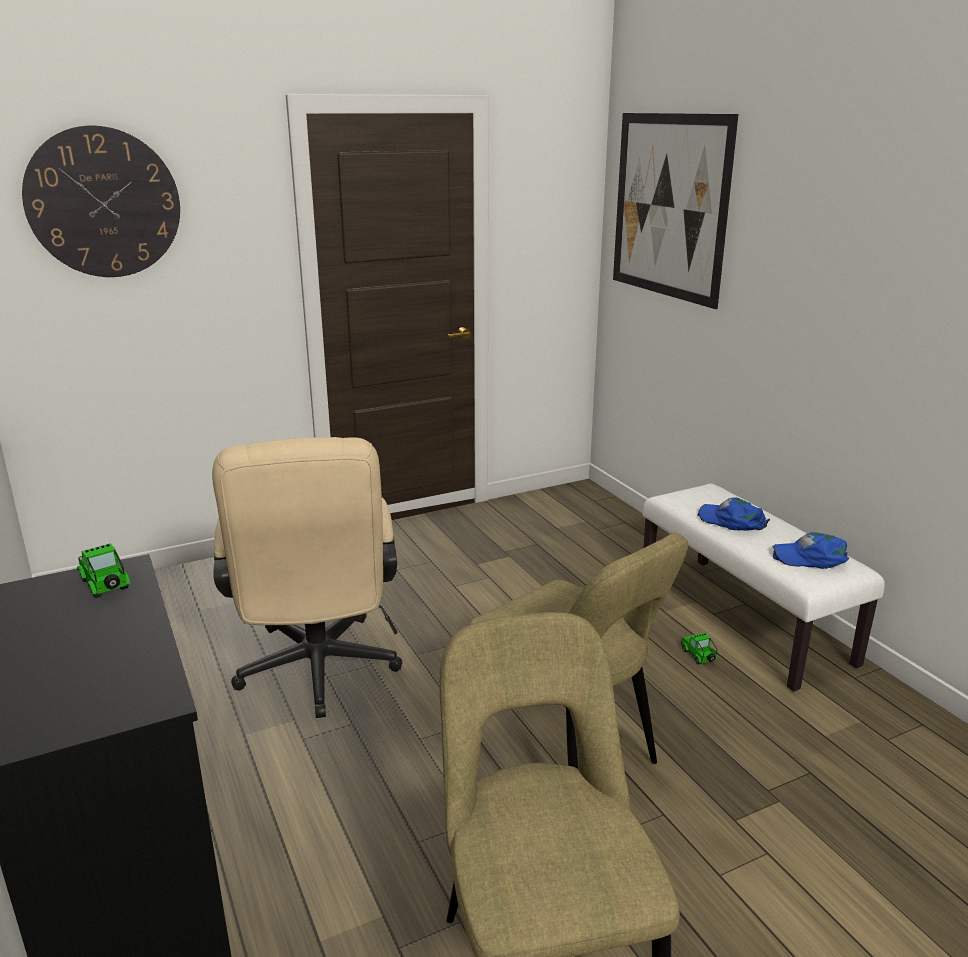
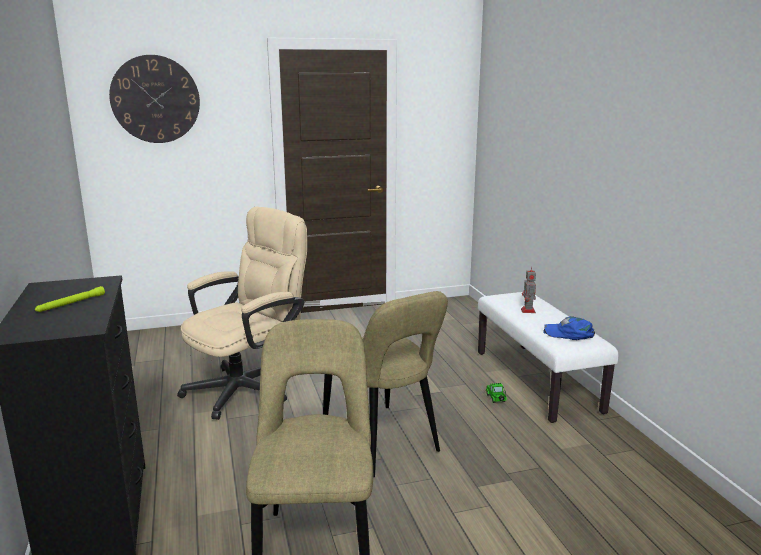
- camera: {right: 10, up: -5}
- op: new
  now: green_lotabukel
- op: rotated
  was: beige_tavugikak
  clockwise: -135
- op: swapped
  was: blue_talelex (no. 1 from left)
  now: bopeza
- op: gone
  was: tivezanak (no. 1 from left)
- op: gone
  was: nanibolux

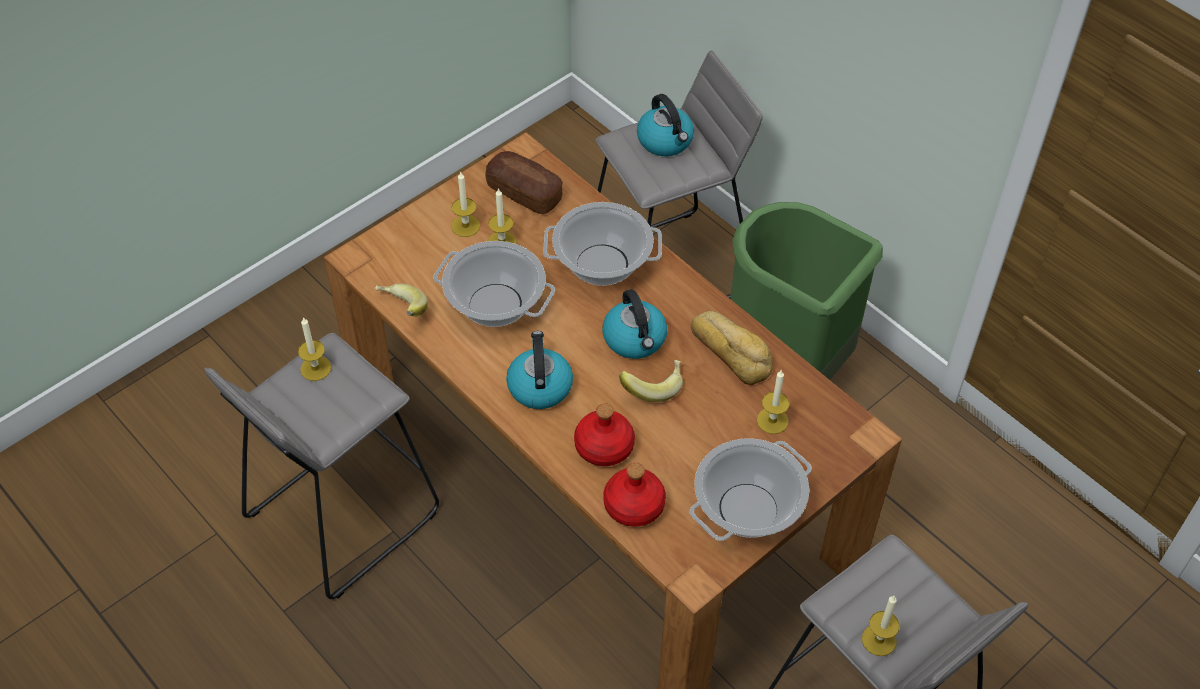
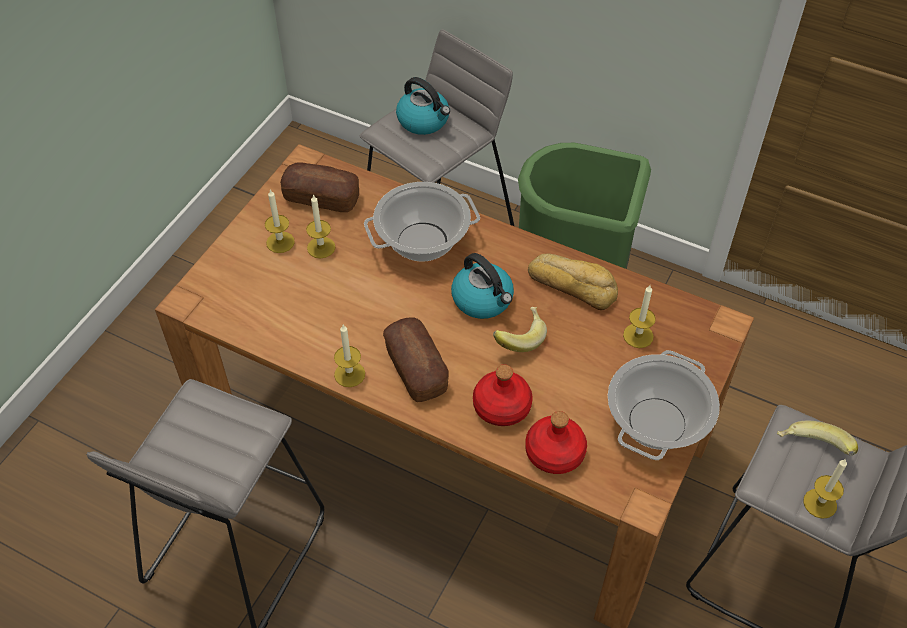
- camera: {right: -20, up: 0}
- op: shifted
  was: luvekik (no. 1 from left in the first image)
  now: luvekik (no. 3 from left)
- op: swapped
  was: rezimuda (no. 1 from left)
  now: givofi (no. 2 from left)
- op: shifted
  was: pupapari (no. 1 from left in the first image)
  now: pupapari (no. 2 from left)
- op: gone
  was: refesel (no. 1 from left)

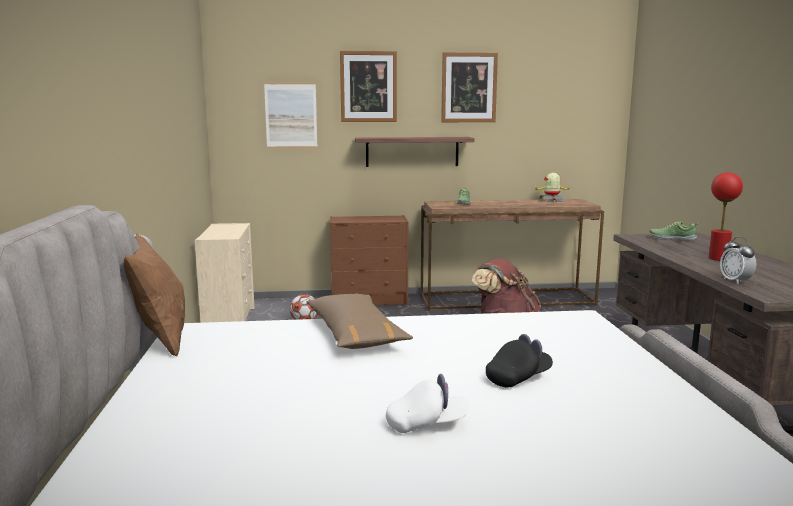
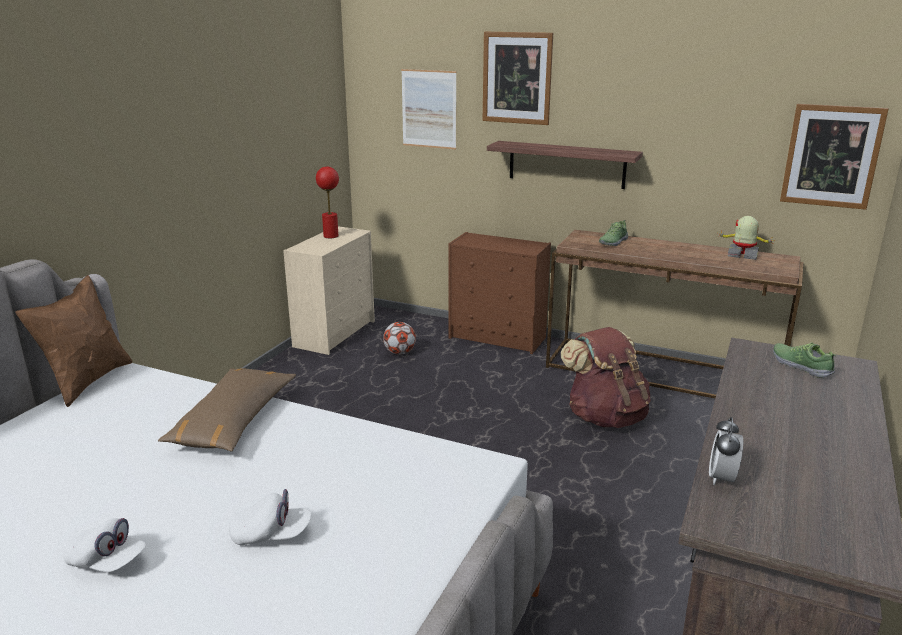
- camera: {right: 30, up: 10}
- op: repainted
  was: black_talelex
  now: white_talelex (no. 2 from left)
- op: shifted
  was: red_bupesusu
- op: shifted
  was: nanibolux (no. 3 from left)

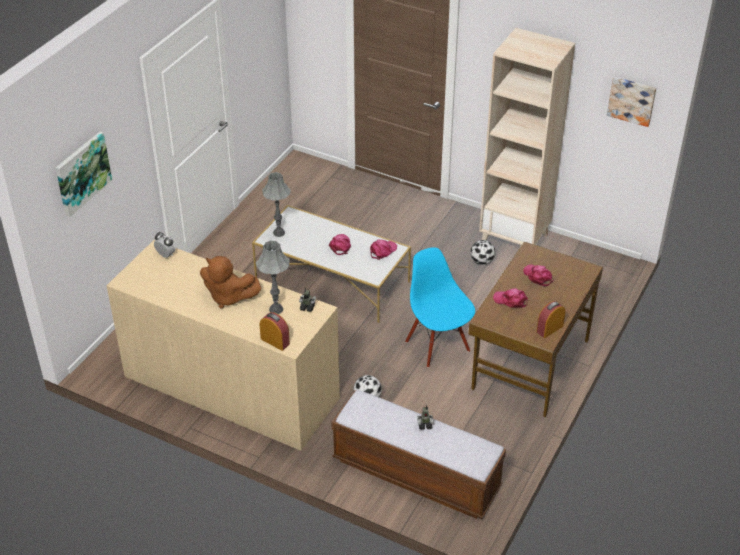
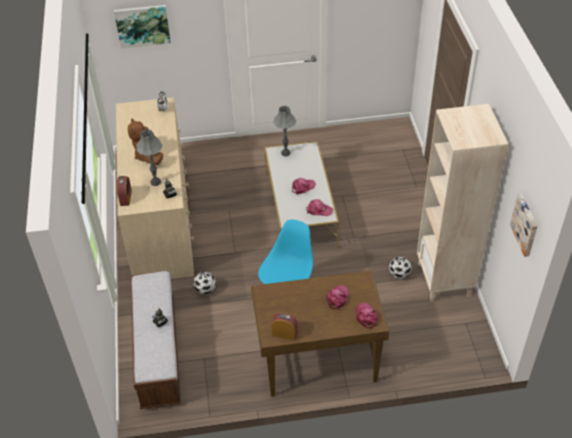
- camera: {right: 55, up: 5}
- op: shifted
  was: pink_talelex (no. 3 from left in the first image)
  now: pink_talelex (no. 4 from left)

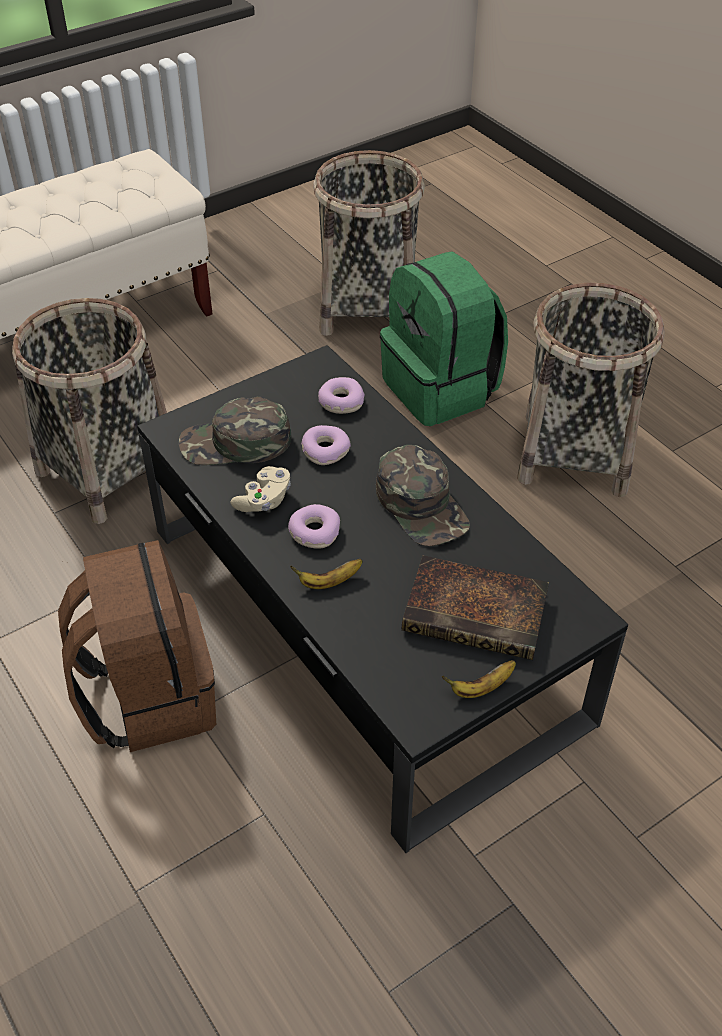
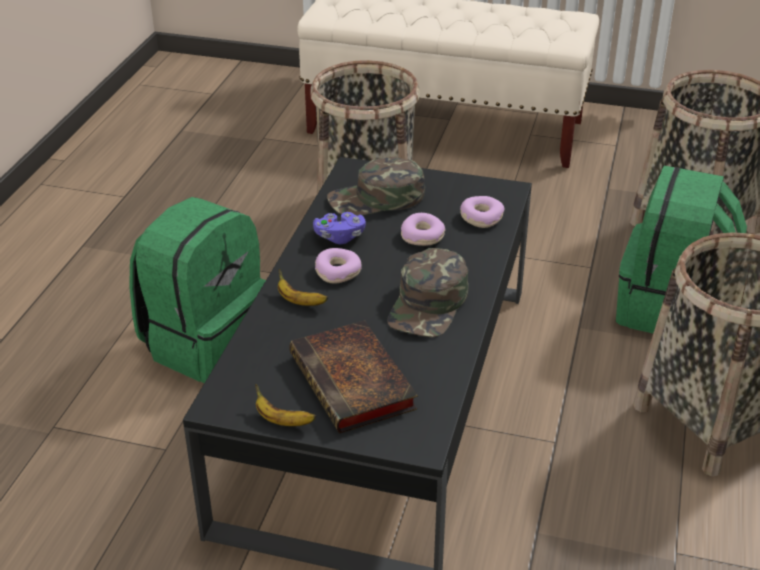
- camera: {right: 50, up: -10}
- op: repainted
  was: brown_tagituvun
  now: green_tagituvun (no. 1 from left)
- op: repainted
  was: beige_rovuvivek
  now: purple_rovuvivek
- op: rotated
  was: green_talelex (no. 1 from left)
  clockwise: -60

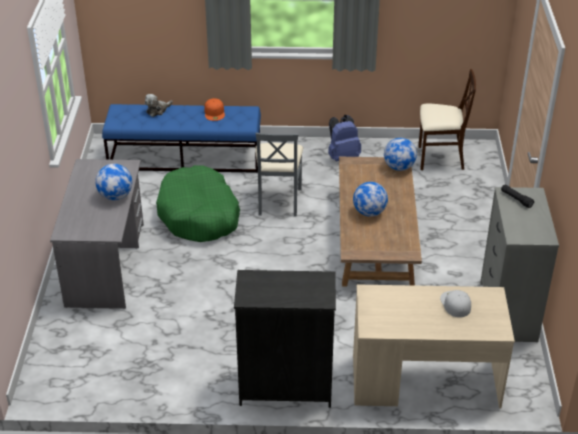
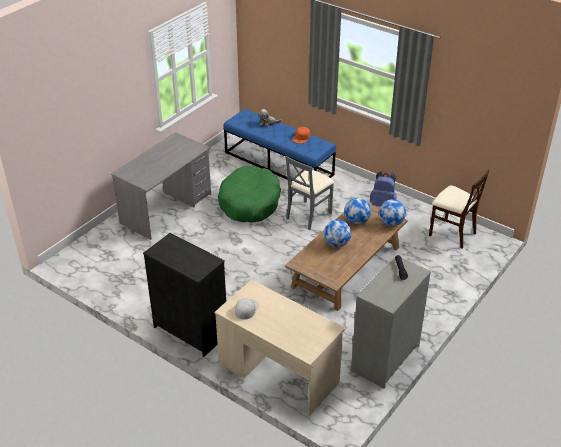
- camera: {right: 35, up: 0}
- op: shifted
  was: white_talelex
- op: shifted
  was: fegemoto (no. 1 from left in the first image)
  now: fegemoto (no. 2 from left)

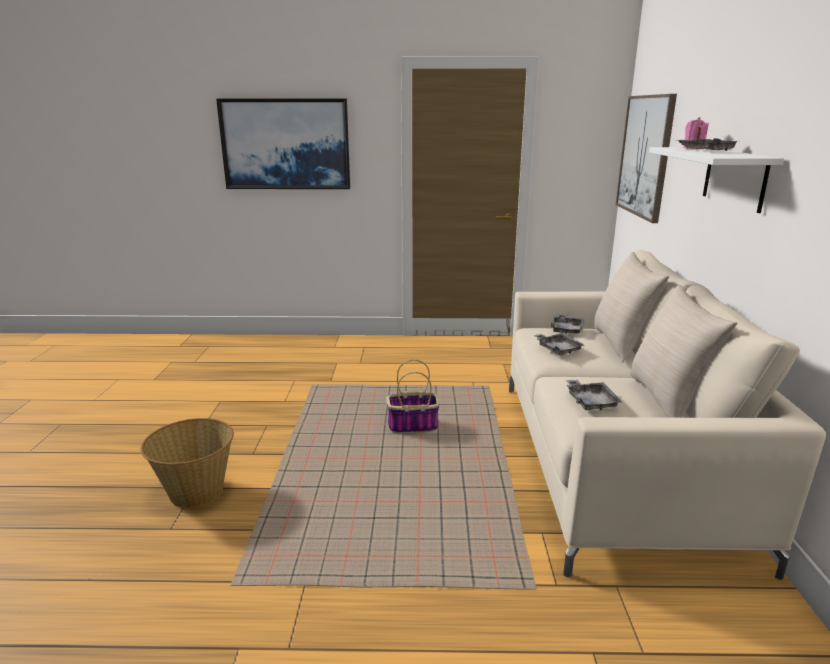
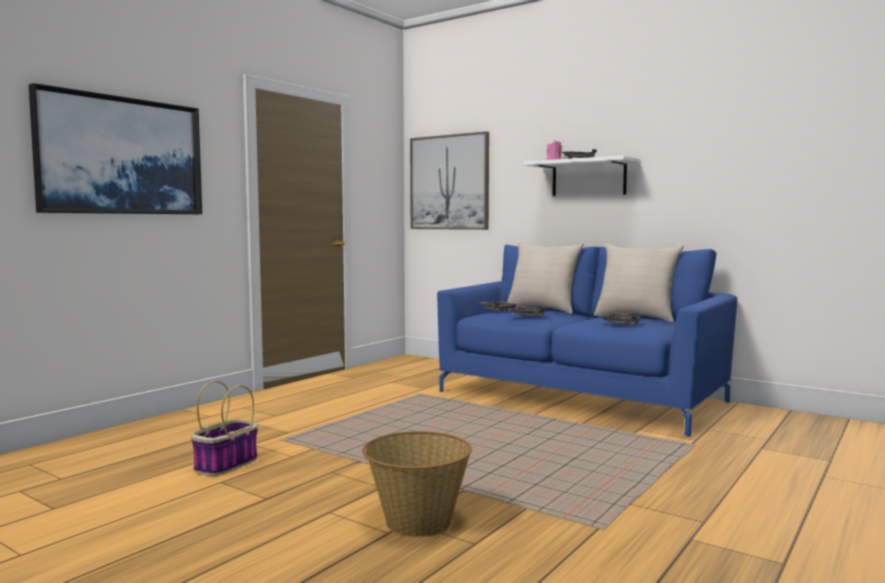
- camera: {right: -55, up: -15}
- op: shifted
  was: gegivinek (no. 2 from left in the first image)
  now: gegivinek (no. 1 from left)
- op: repainted
  was: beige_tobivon
  now: blue_tobivon

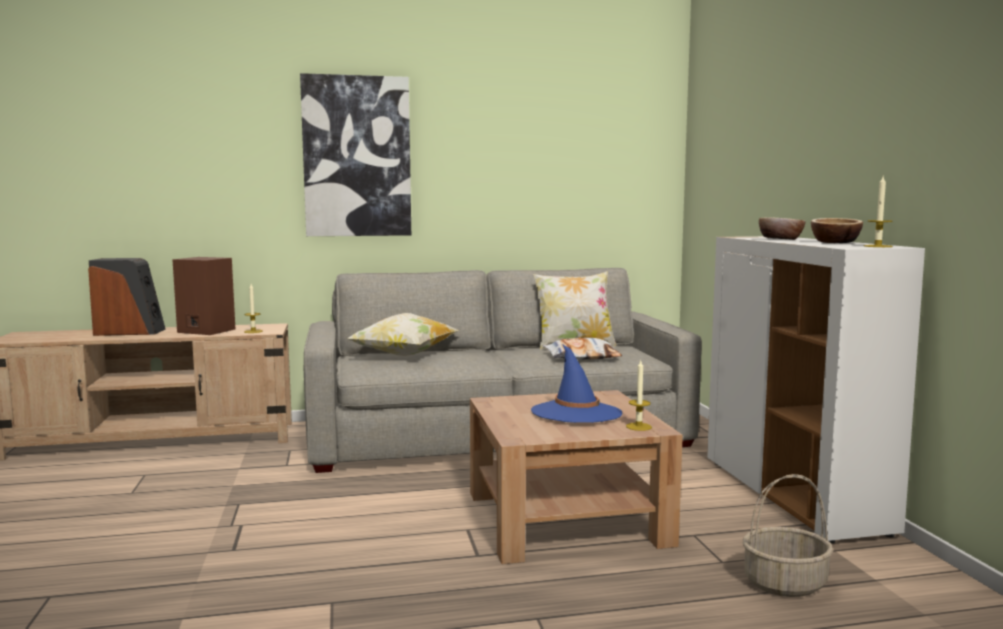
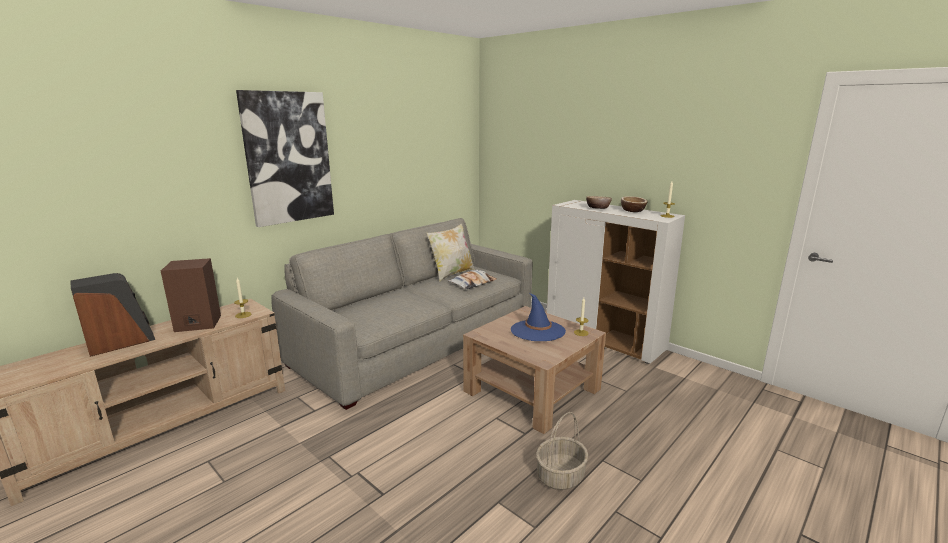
- camera: {right: -35, up: 10}
- op: shifted
  was: gegivinek
- op: gone
  was: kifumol (no. 1 from left)

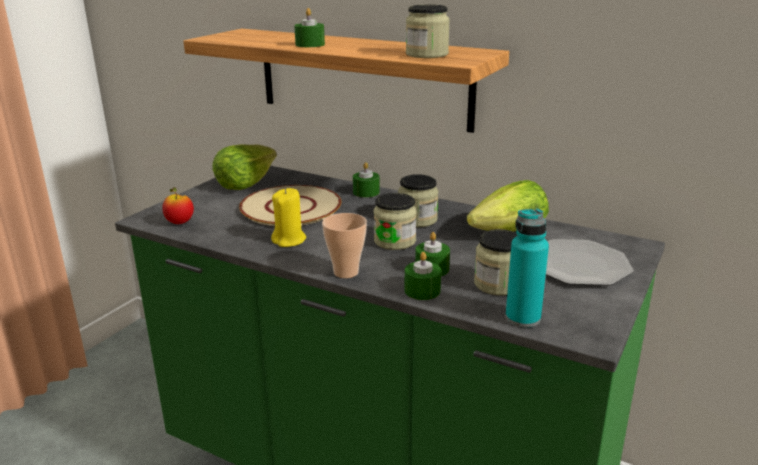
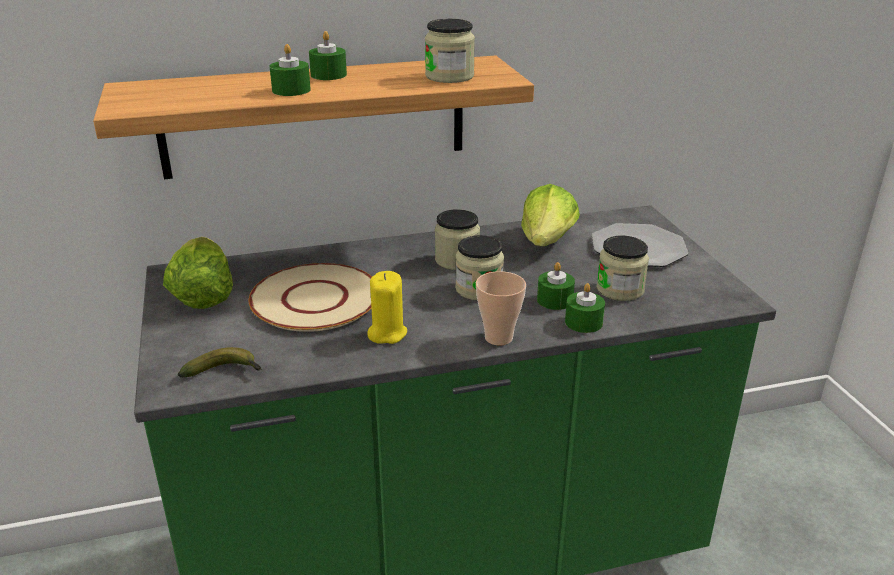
- camera: {right: -45, up: 5}
- op: swapped
  was: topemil
  now: pupapari
- op: shifted
  was: green_luvekik (no. 2 from left)
- op: gone
  was: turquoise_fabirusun

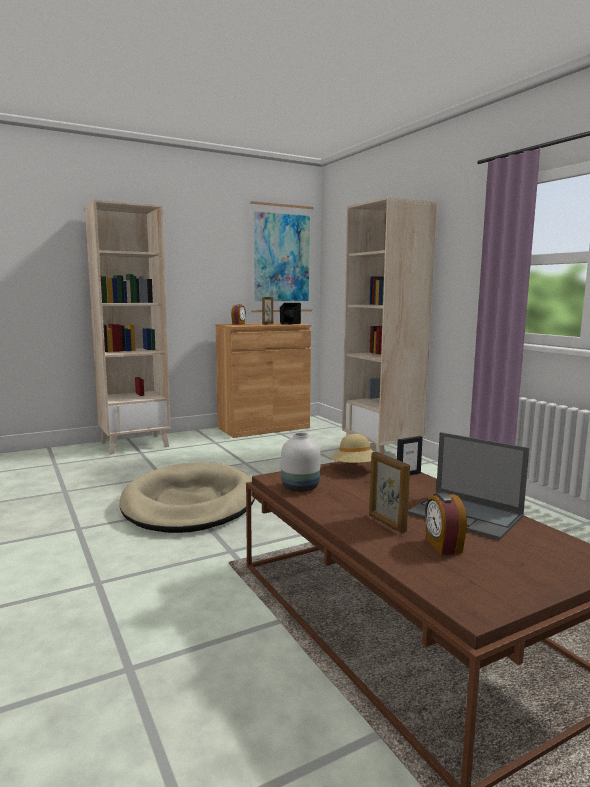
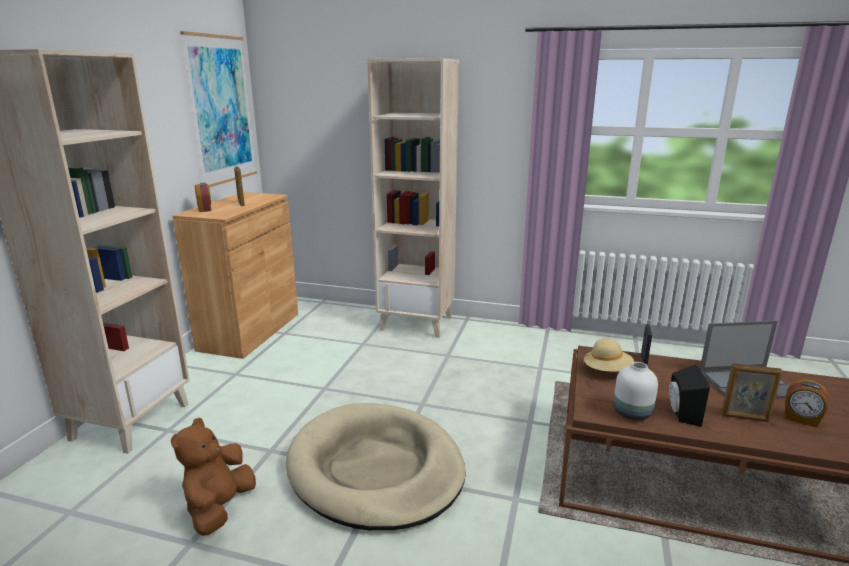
- camera: {right: -45, up: 10}
- op: new
  now: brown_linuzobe
- op: shifted
  was: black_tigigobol

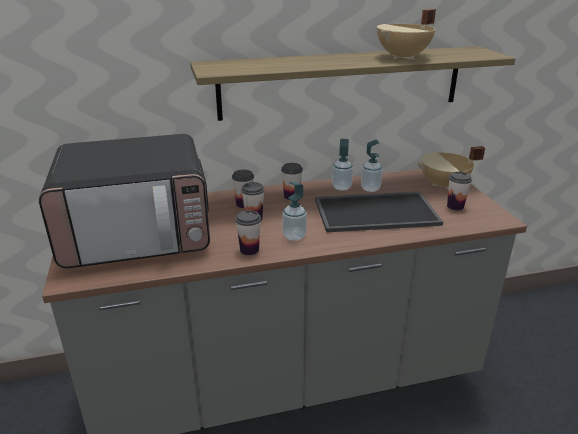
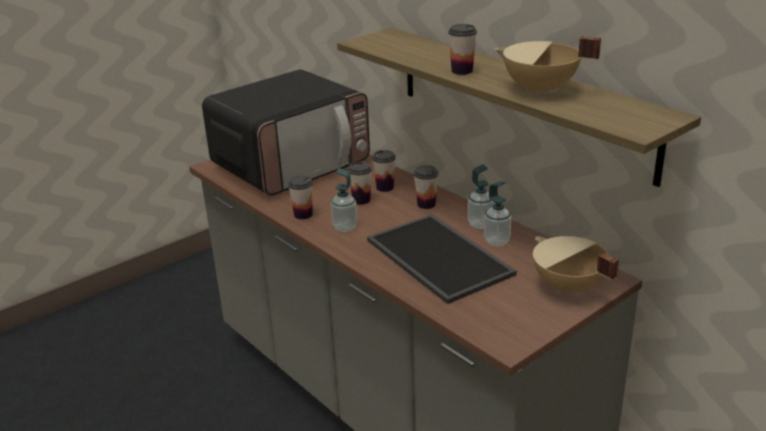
- camera: {right: 65, up: 0}
- op: rotated
  was: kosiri
  clockwise: -90
- op: shifted
  was: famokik (no. 5 from left)

